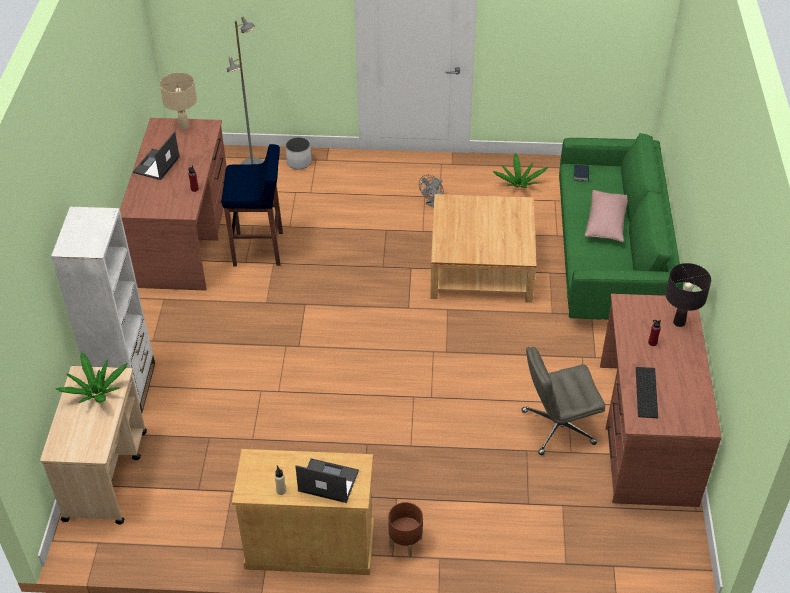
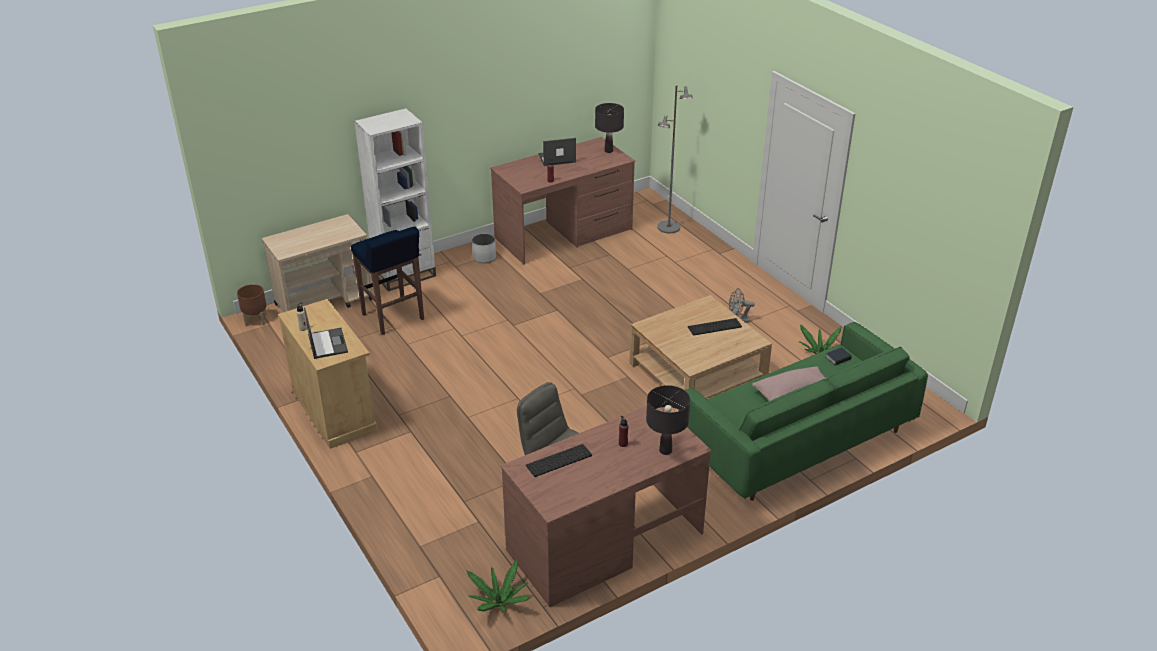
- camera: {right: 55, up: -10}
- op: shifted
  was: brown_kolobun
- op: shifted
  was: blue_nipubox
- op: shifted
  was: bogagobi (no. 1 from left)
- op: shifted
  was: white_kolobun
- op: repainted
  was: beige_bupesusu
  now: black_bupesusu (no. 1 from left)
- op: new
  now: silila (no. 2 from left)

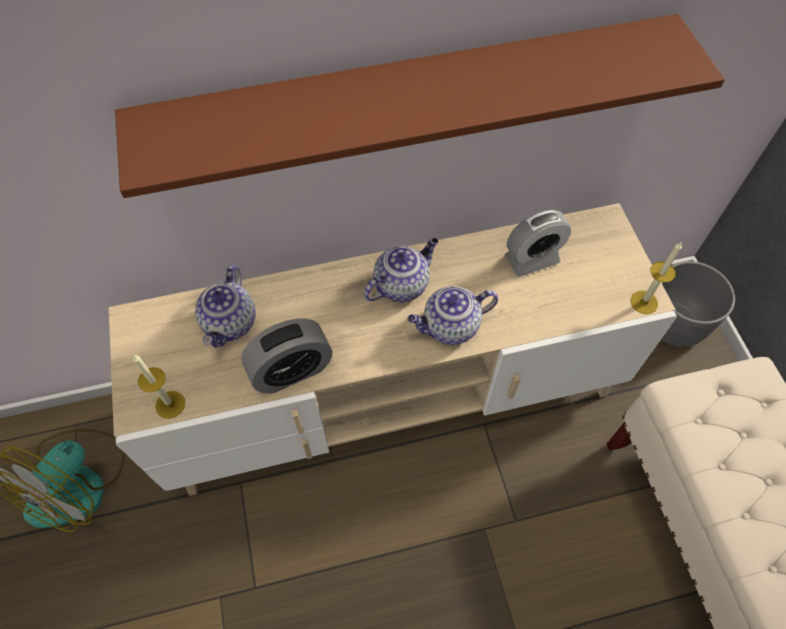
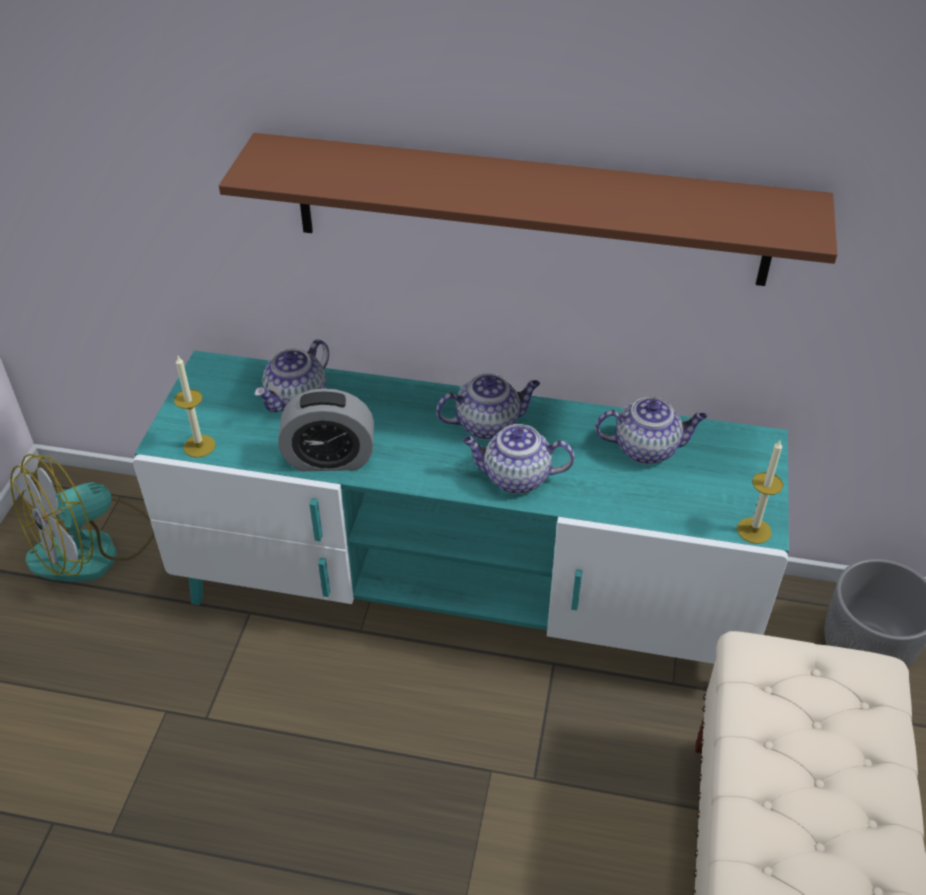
- camera: {right: 25, up: -15}
- op: repainted
  was: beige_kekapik
  now: turquoise_kekapik
- op: swapped
  was: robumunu (no. 2 from left)
  now: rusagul (no. 4 from left)

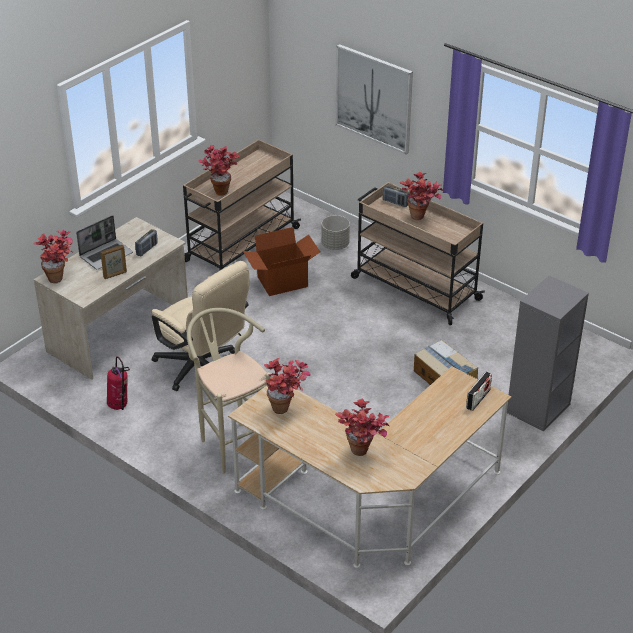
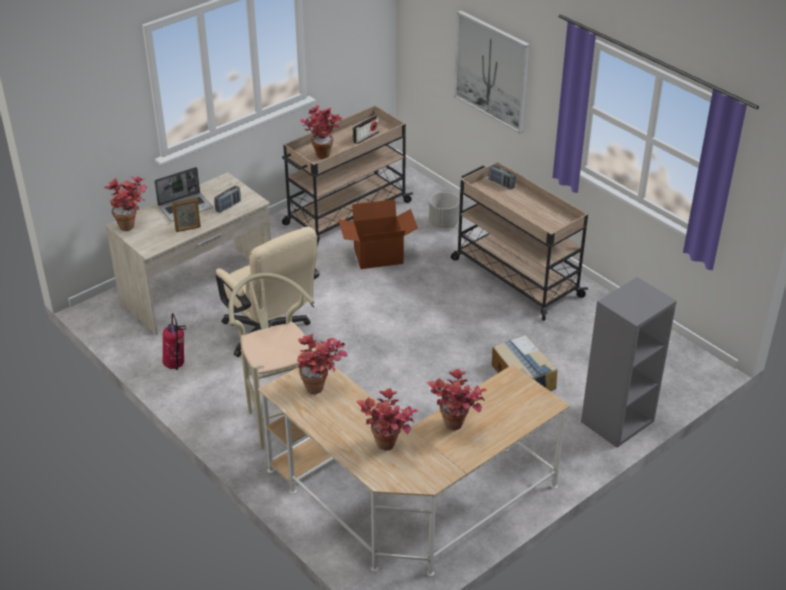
- camera: {right: 10, up: 0}
- op: shifted
  was: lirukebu (no. 3 from left in the first image)
  now: lirukebu (no. 2 from left)
- op: shifted
  was: bogagobi (no. 5 from left)

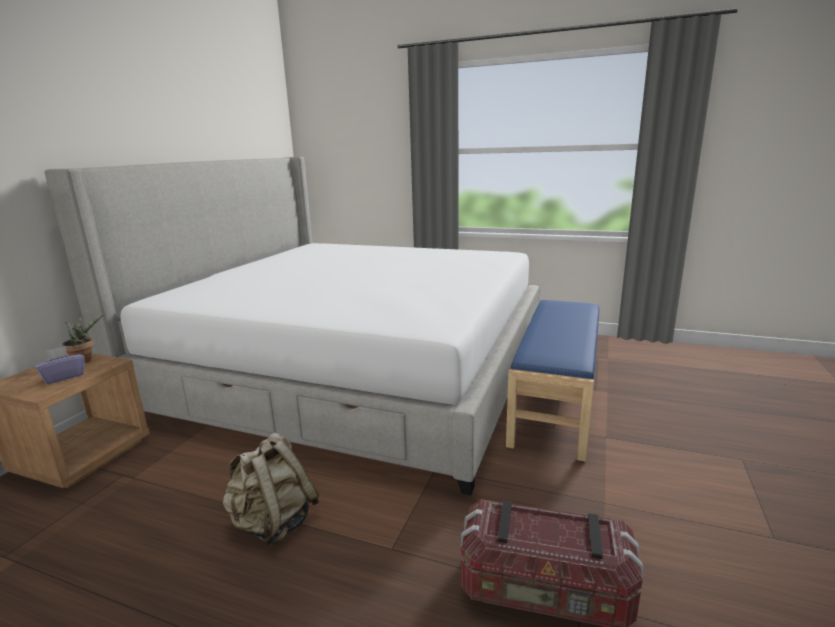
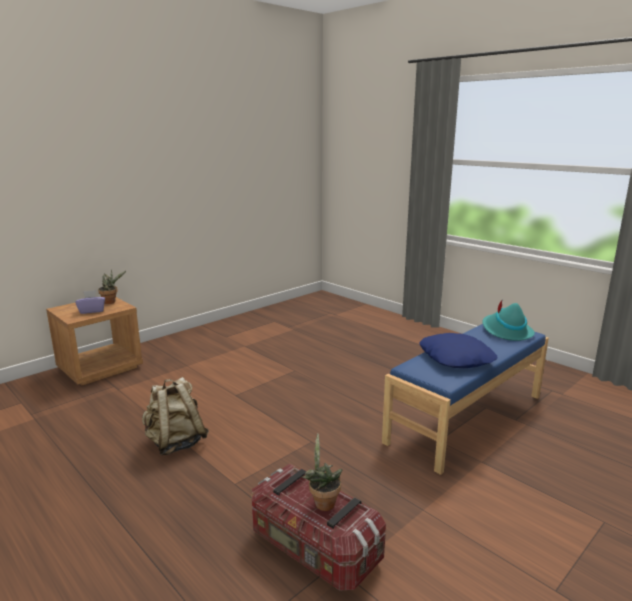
- camera: {right: 25, up: 0}
- op: new
  now: bogagobi (no. 2 from left)
- op: new
  now: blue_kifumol
- op: new
  now: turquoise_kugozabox
- op: gone
  was: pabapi

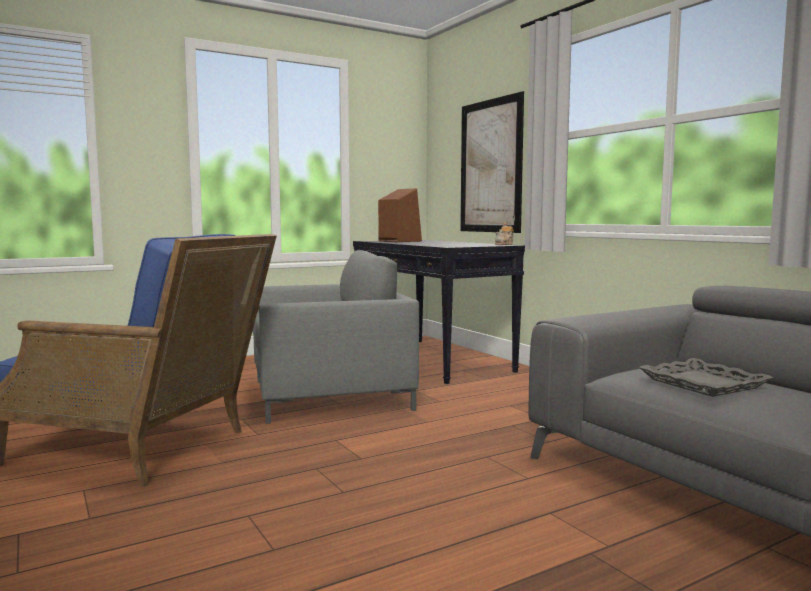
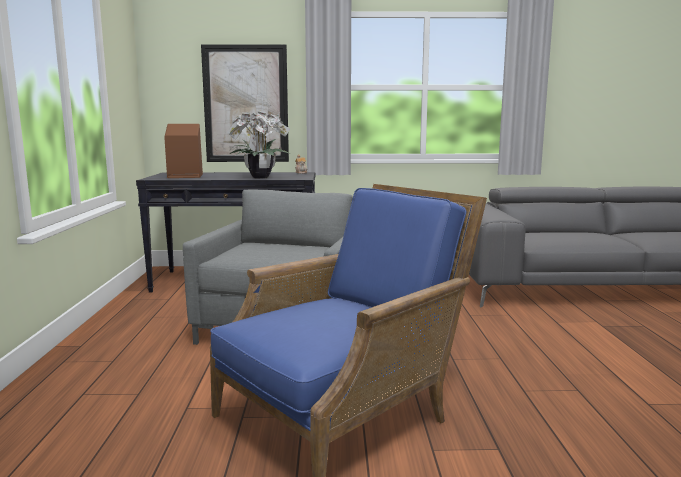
- camera: {right: -60, up: 5}
- op: new
  now: bogagobi
- op: gone
  was: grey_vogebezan

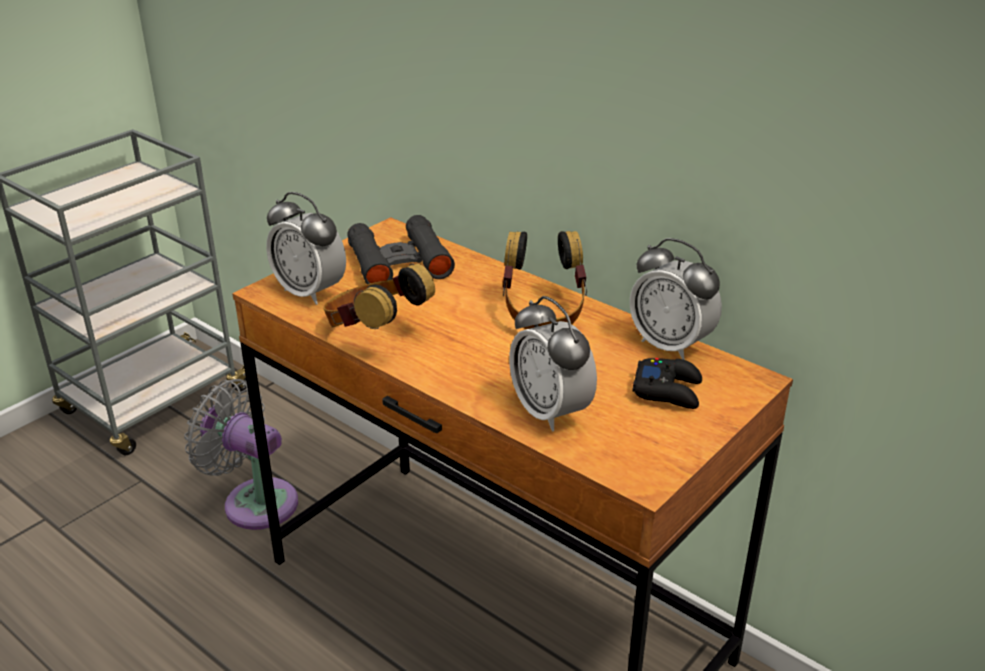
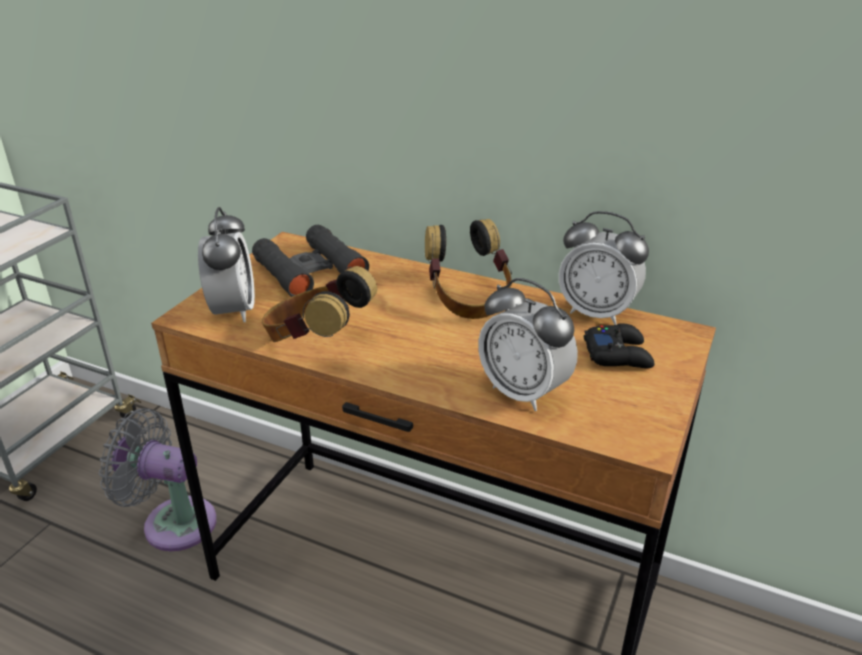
- camera: {right: -15, up: 0}
- op: rotated
  was: robumunu (no. 1 from left)
  clockwise: -120

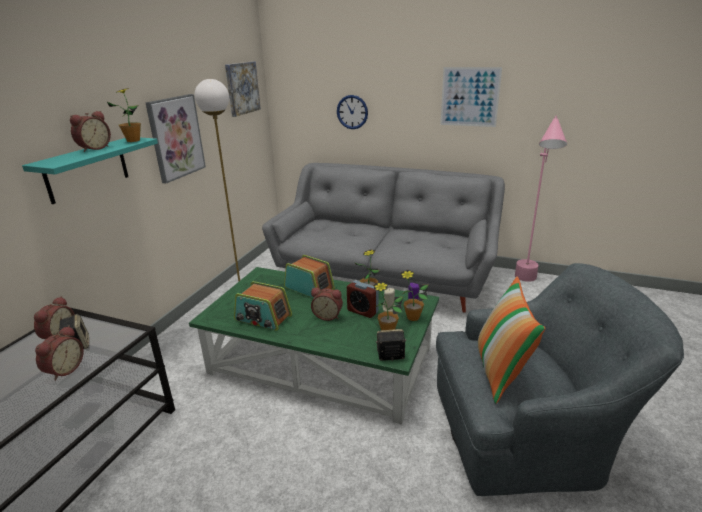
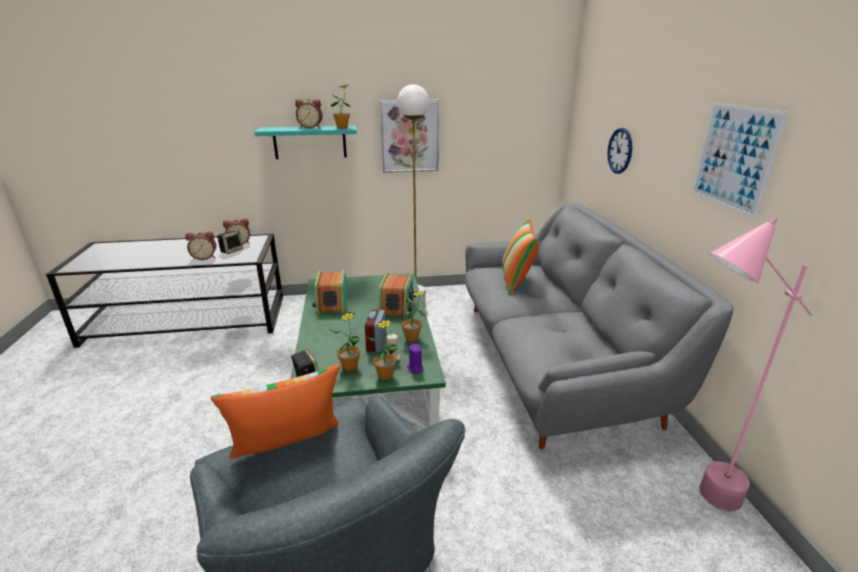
- camera: {right: 60, up: 0}
- op: new
  now: kifumol (no. 2 from left)
- op: gone
  was: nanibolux (no. 2 from left)
- op: gone
  was: robumunu (no. 4 from left)

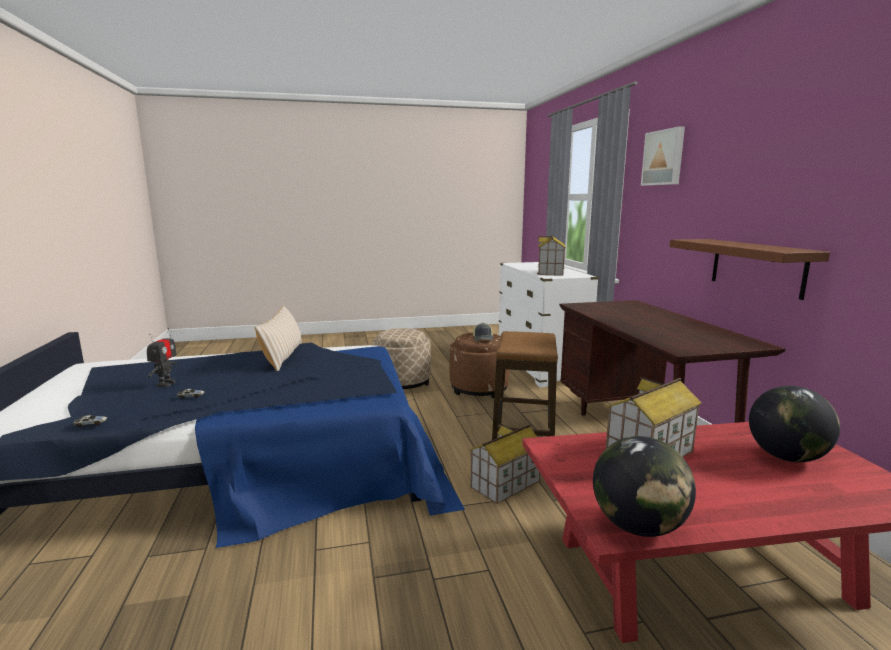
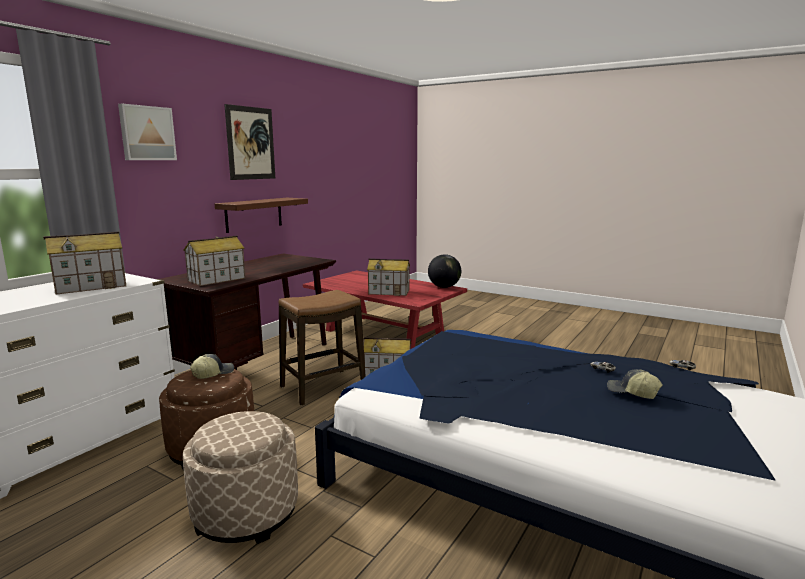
- camera: {right: -135, up: 0}
- op: new
  now: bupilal (no. 2 from left)
- op: new
  now: nanibolux (no. 2 from left)
- op: swapped
  was: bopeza
  now: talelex (no. 2 from left)
- op: gone
  was: beige_kifumol
- op: gone
  was: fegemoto (no. 2 from left)

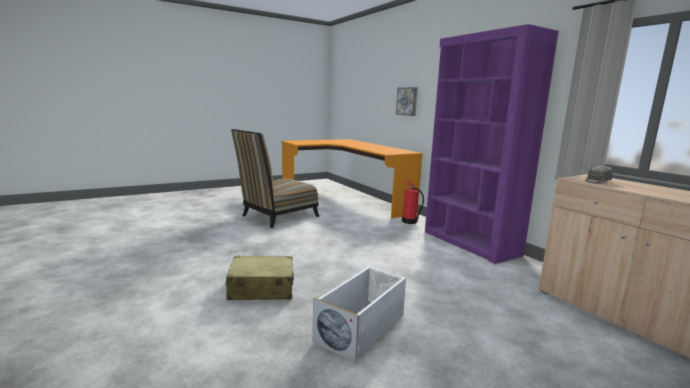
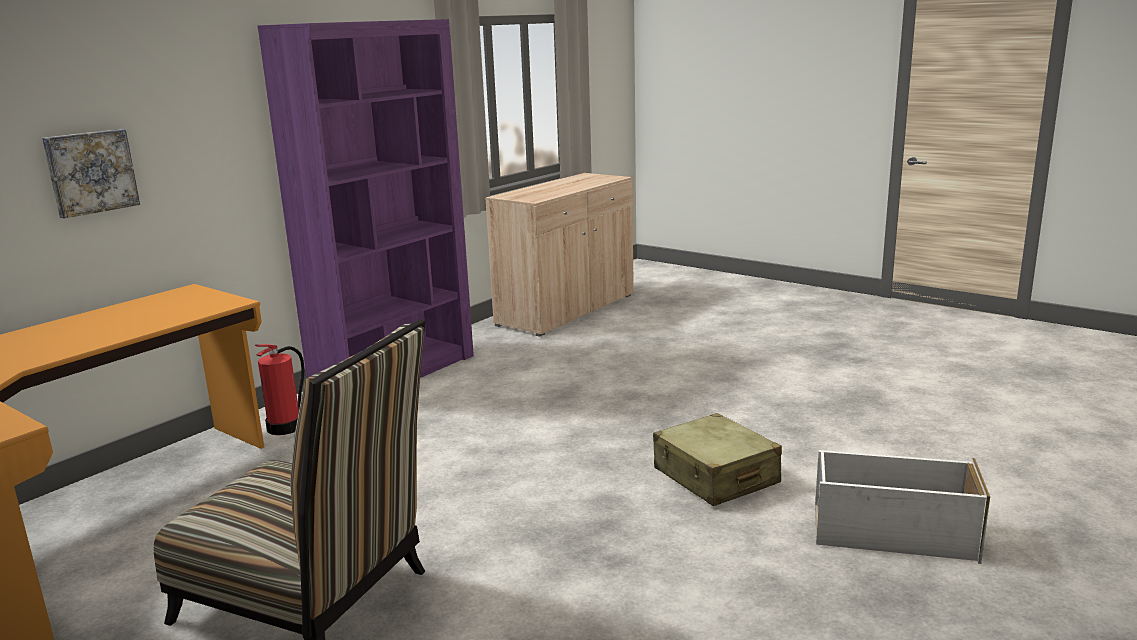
- camera: {right: -110, up: 5}
- op: shifted
  was: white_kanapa
- op: gone
  was: grey_talelex

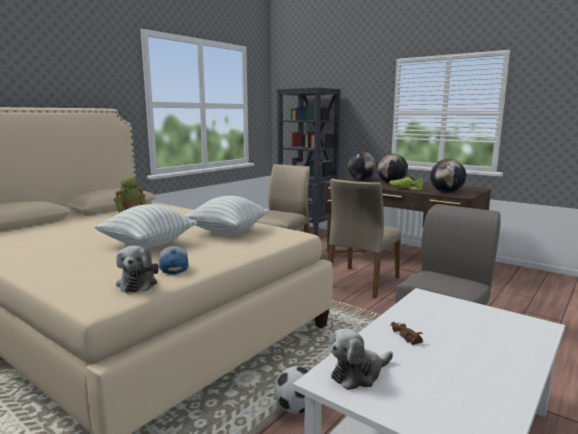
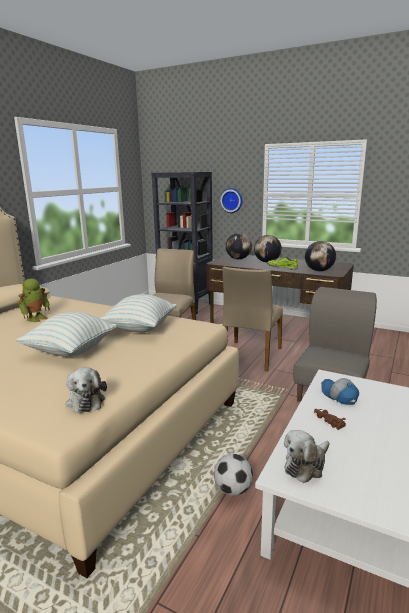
- camera: {right: -10, up: 5}
- op: new
  now: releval
- op: shifted
  was: talelex

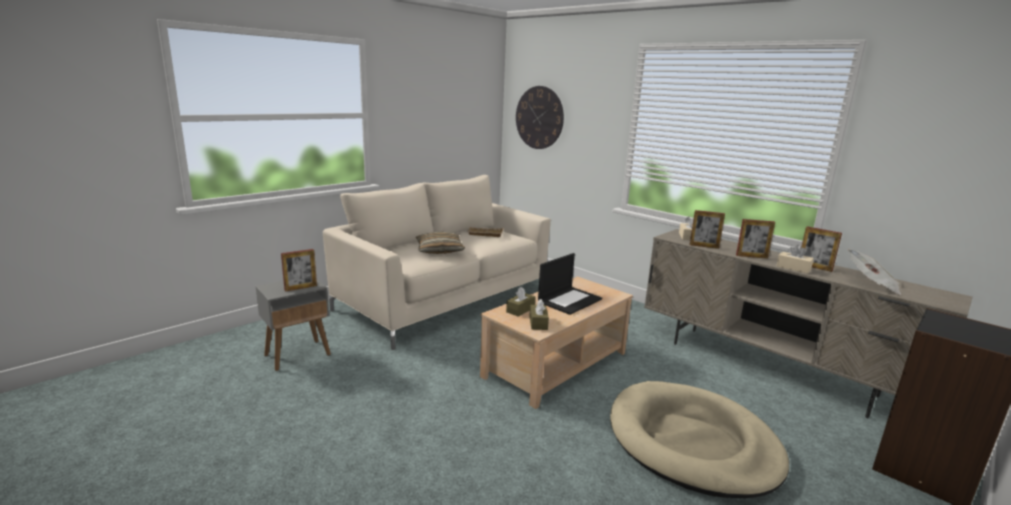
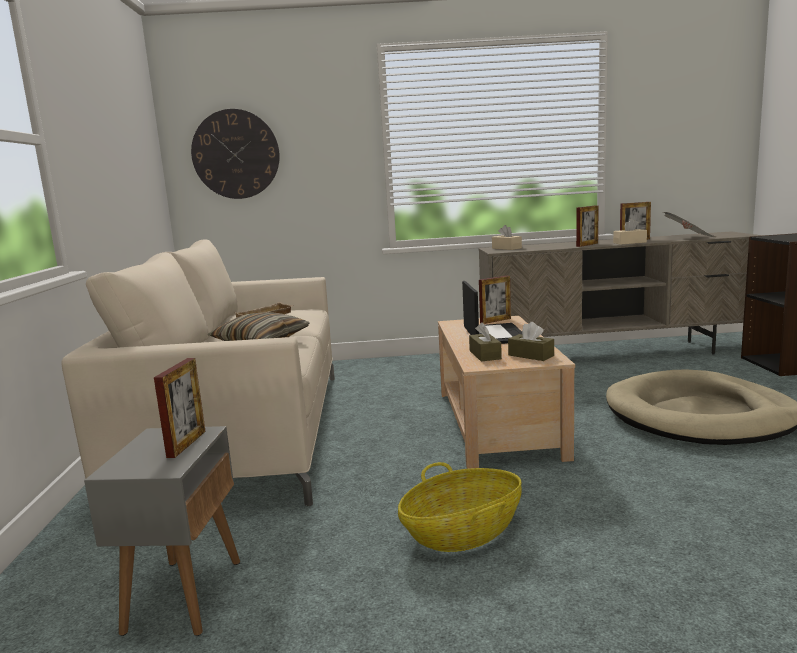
- camera: {right: -45, up: -5}
- op: new
  now: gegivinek
- op: shifted
  was: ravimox (no. 2 from left)

